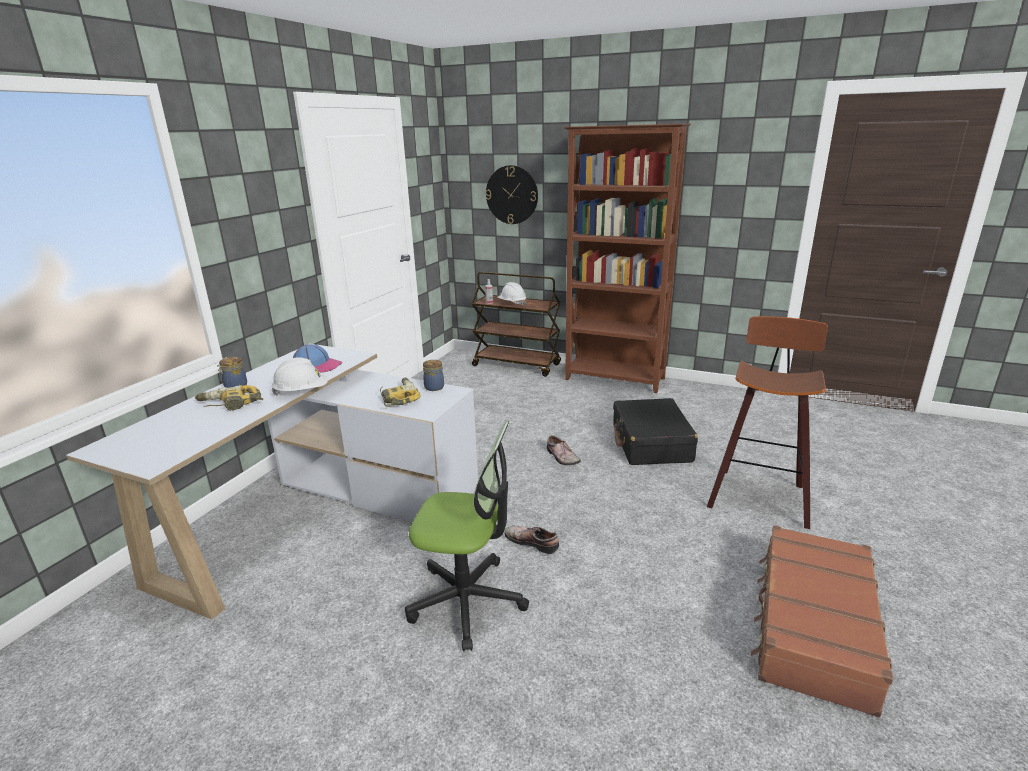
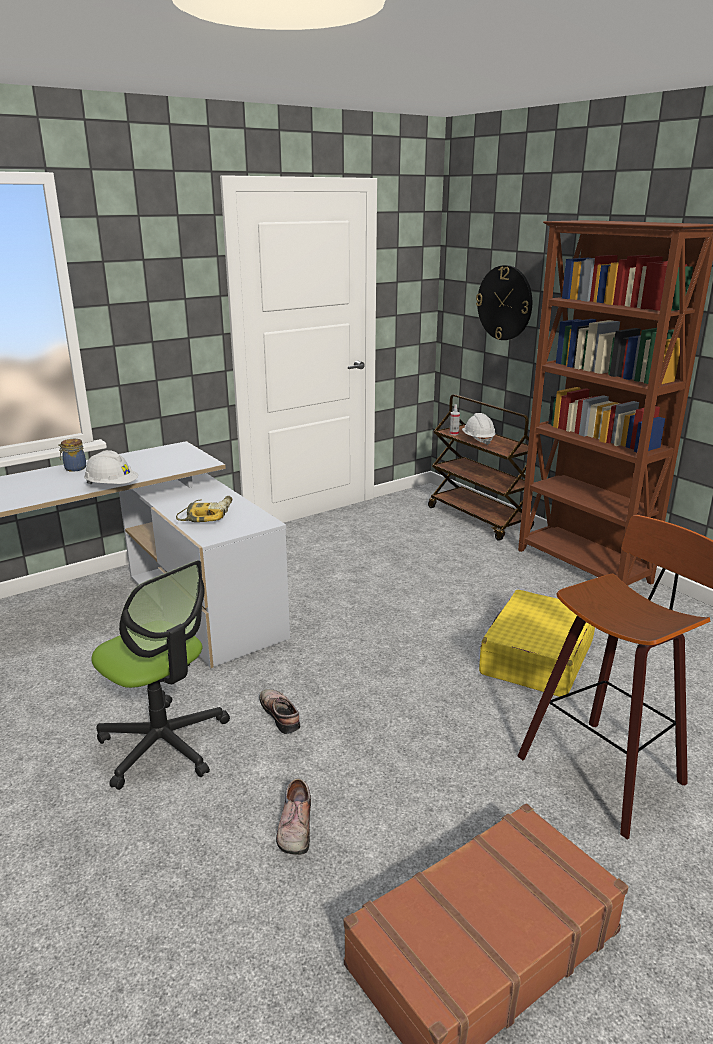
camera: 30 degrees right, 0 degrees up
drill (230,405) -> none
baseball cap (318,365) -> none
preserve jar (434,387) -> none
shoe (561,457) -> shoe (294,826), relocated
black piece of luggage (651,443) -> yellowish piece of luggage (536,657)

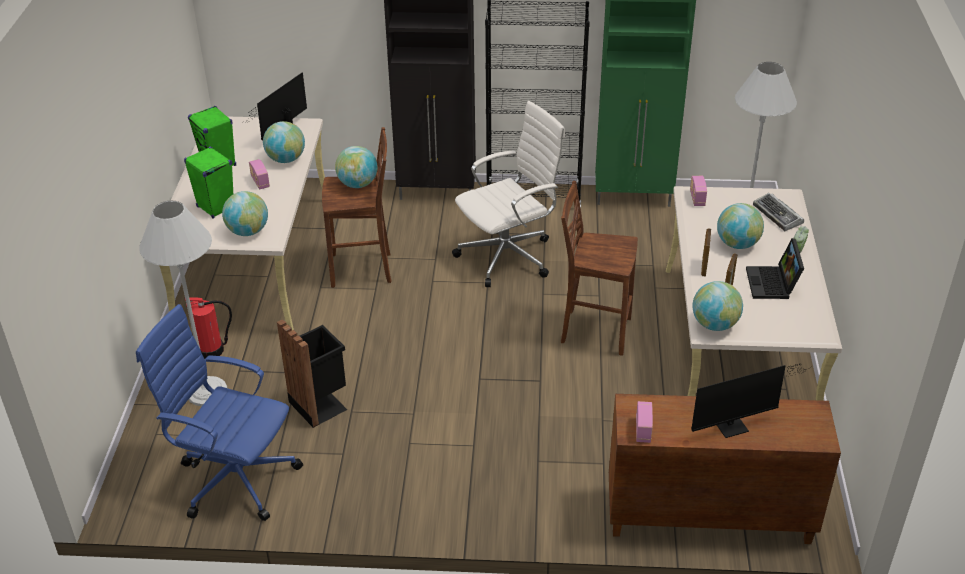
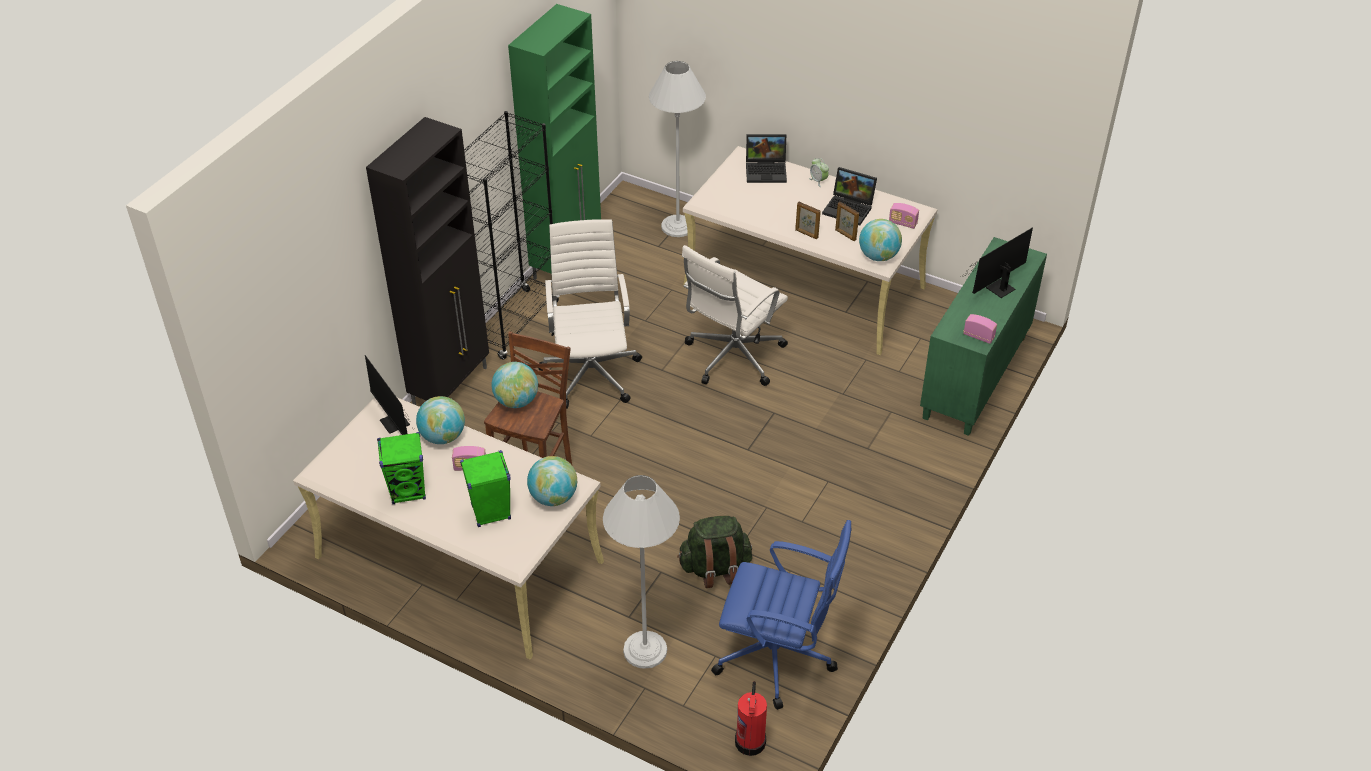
camera: 65 degrees left, 5 degrees up
blue-coloured computer chair (234,477) -> blue-coloured computer chair (778,657), 120 degrees counterclockwise
extinguisher (211,350) -> extinguisher (750,740), relocated
black trash can (320,404) -> green knapsack (715,568)
brown-coloured stool (594,330) -> whitish computer chair (732,357)
brown-coloured cupboard (707,517) -> green cupboard (975,378)
radio set (697,198) -> radio set (902,223), relocated
computer screen (736,425) -> computer screen (997,289), 135 degrees counterclockwise
desk globe (737,244) -> none
keyboard (778,215) -> portable computer (767,170)

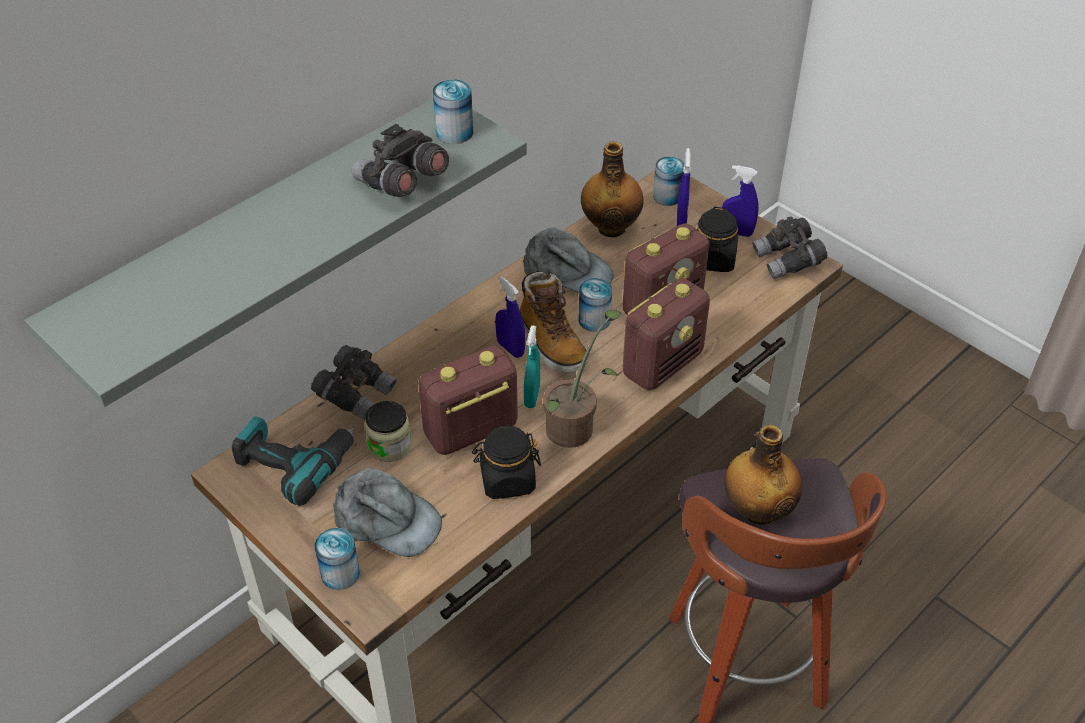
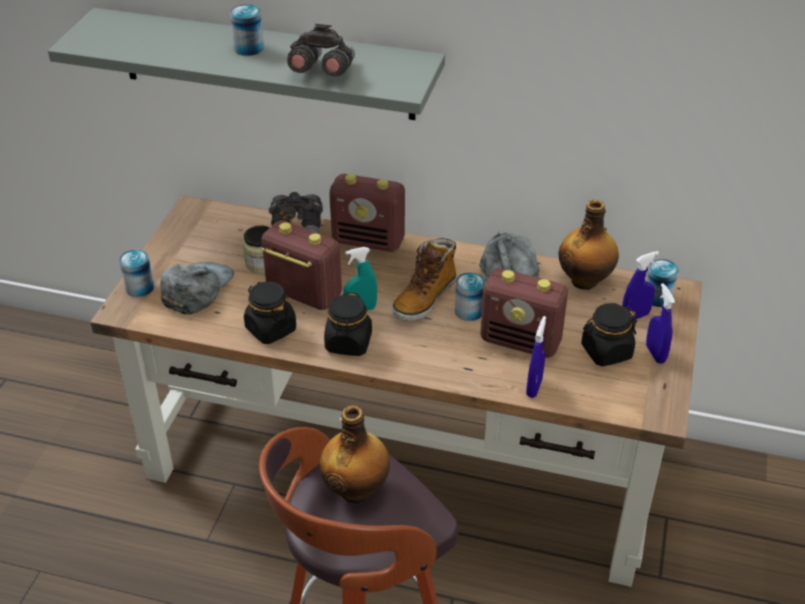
camera: 60 degrees right, 5 degrees down
drill (295,461) -> none
grey baseball cap (386,520) -> grey baseball cap (196,289), 150 degrees counterclockwise
metal can (454,132) -> metal can (248,48), relocated
blue-coloured hand sprayer (510,348) -> blue-coloured hand sprayer (534,387), relocated
potted plant (575,426) -> black preserve jar (348,343)
radio set (662,364) -> radio set (369,241), relocated
grey pair of binoculars (788,261) -> none

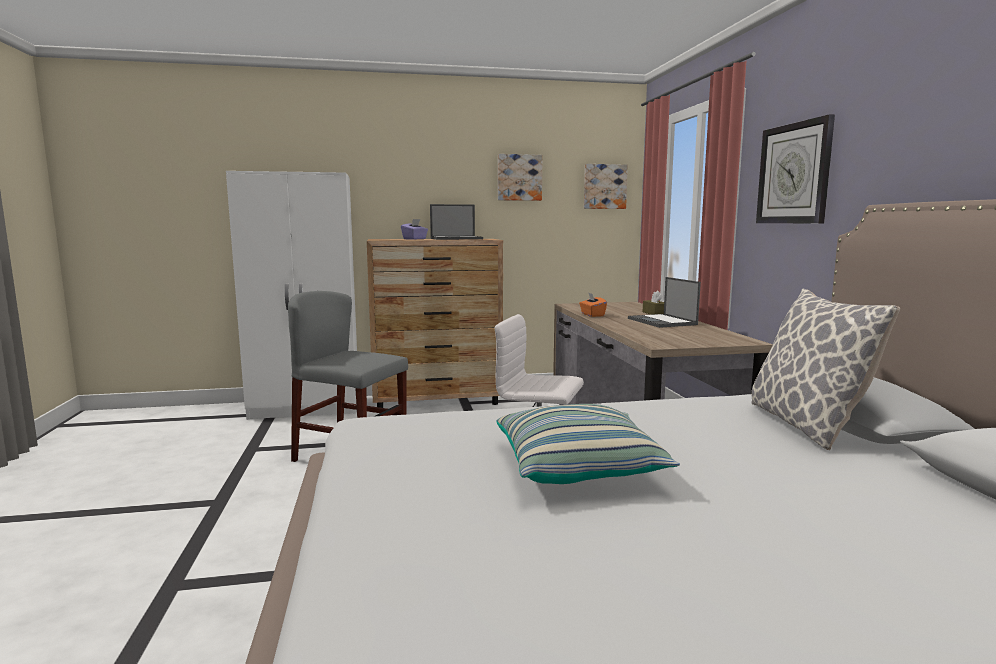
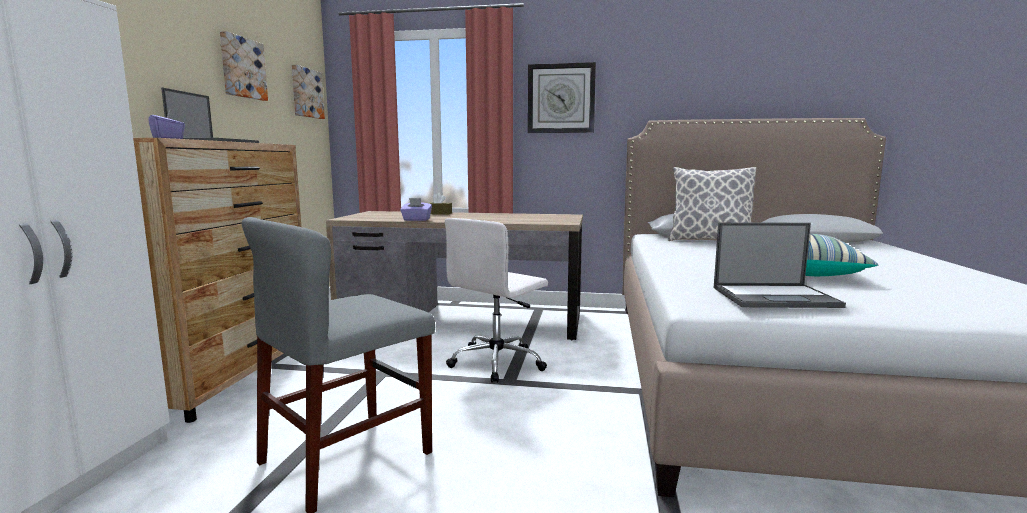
camera: 70 degrees left, 0 degrees up
orange tissue holder (592,315) -> purplish tissue holder (416,220)
portable computer (662,321) -> portable computer (775,297), relocated

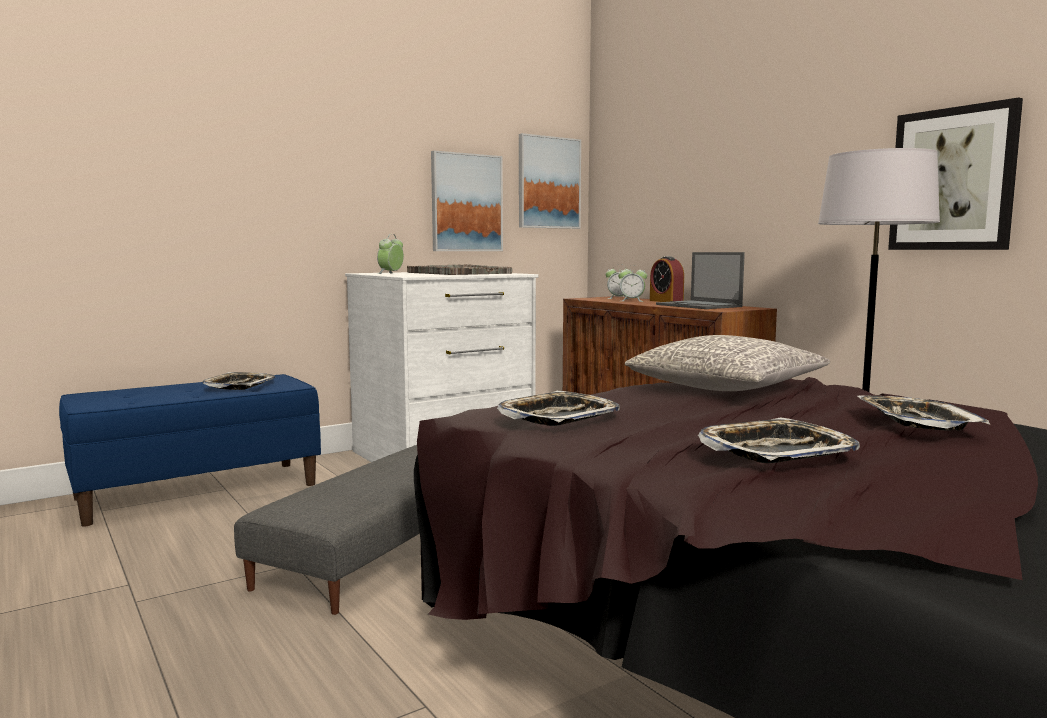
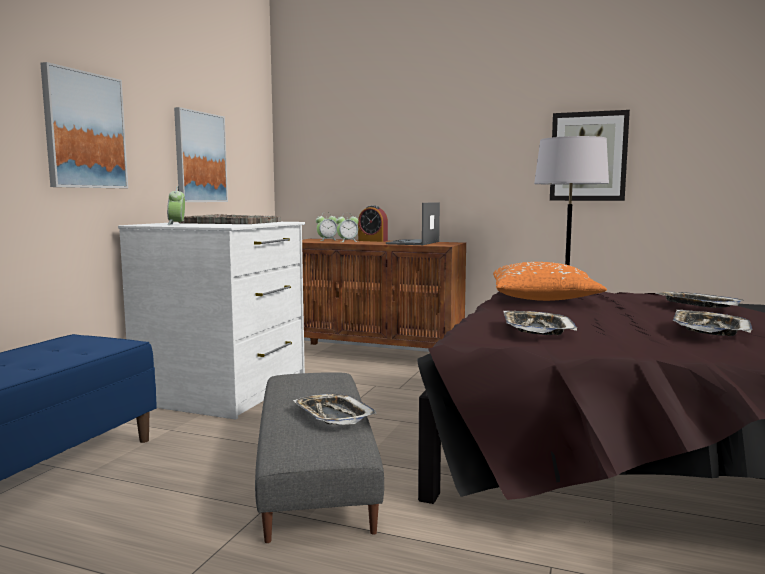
camera: 35 degrees left, 0 degrees up
serving tray (239,386) -> serving tray (333,415), relocated
wall picture (548,183) -> wall picture (84,130), relocated
grey cushion (726,388) -> orange cushion (543,299)
portable computer (699,306) -> portable computer (413,243), 90 degrees clockwise

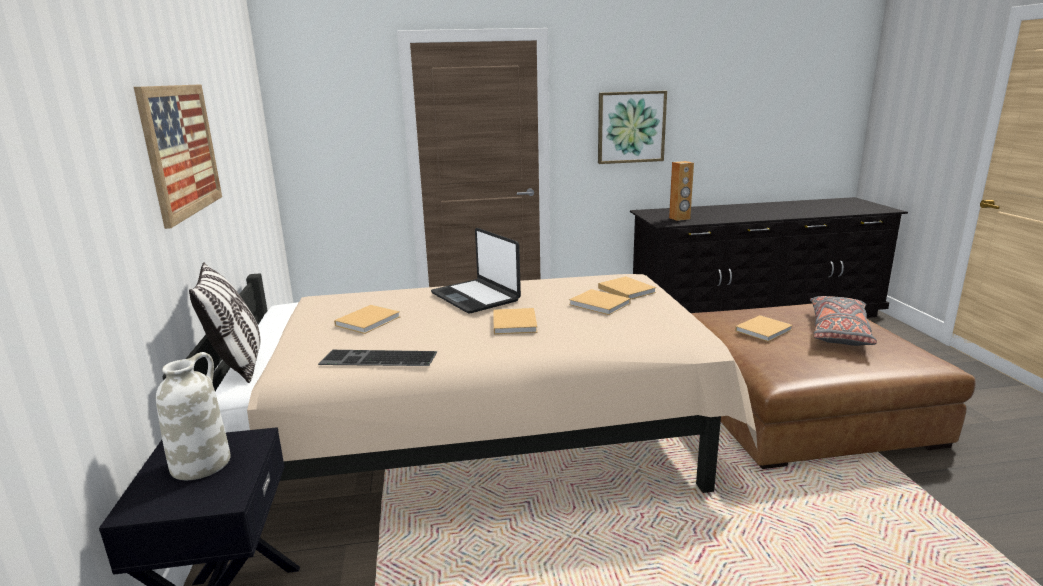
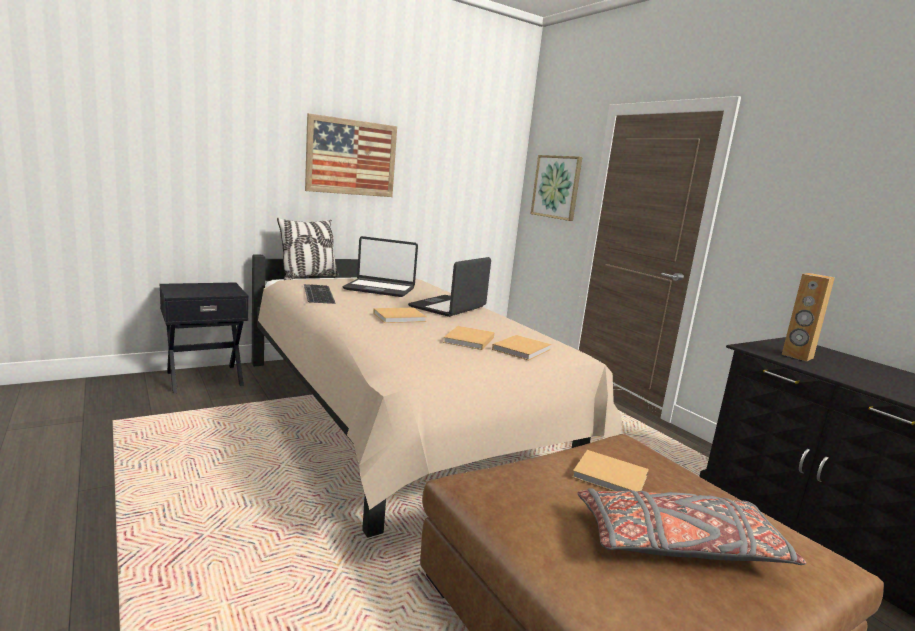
camera: 65 degrees right, 5 degrees down
whitish decorative vase (201,463) -> none
sand-coloured bound book (369,320) -> portable computer (379,289)
wall picture (631,127) -> wall picture (556,187), relocated

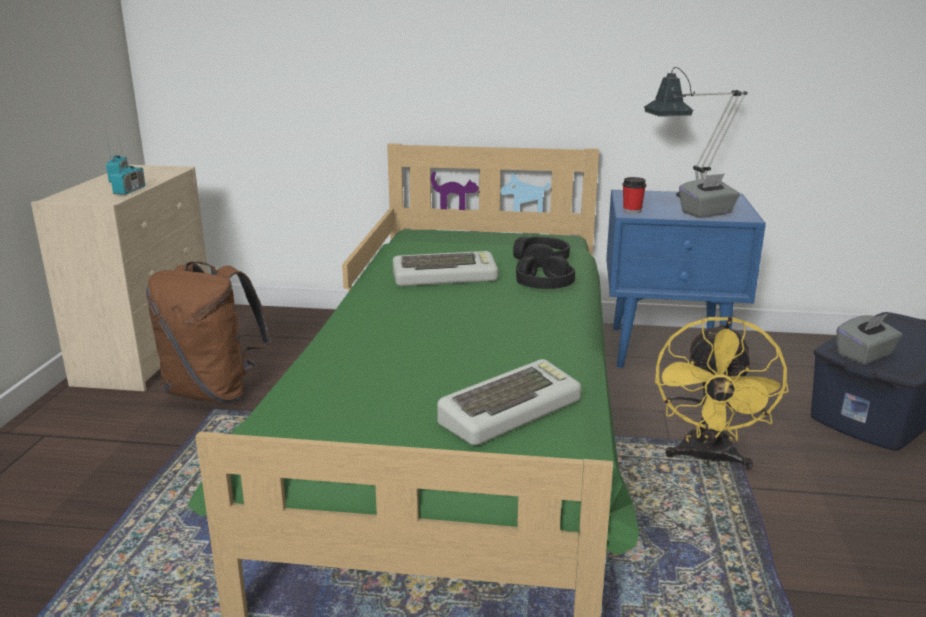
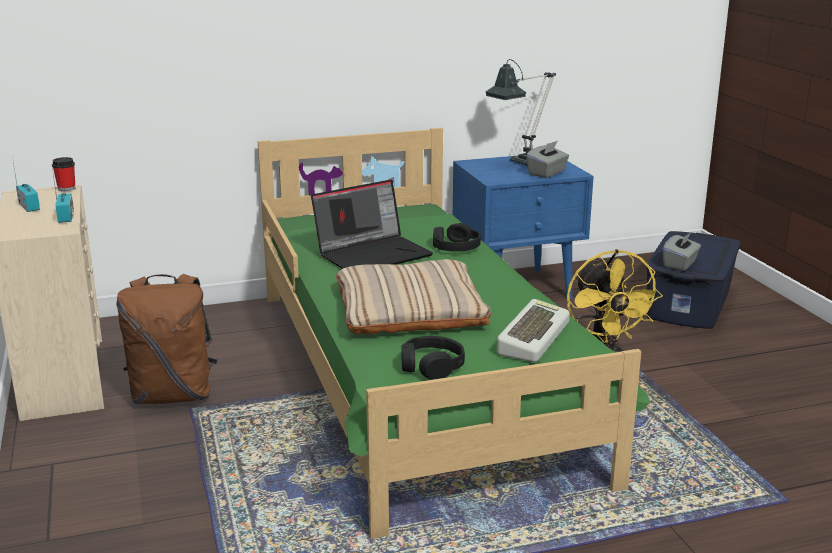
camera: 25 degrees left, 0 degrees up
keyboard (445,277) -> portable computer (373,254)
black headset (541,259) -> black headset (431,366), relocated
cup (632,211) -> cup (66,188), relocated
none -> sand-coloured cushion (410,309)

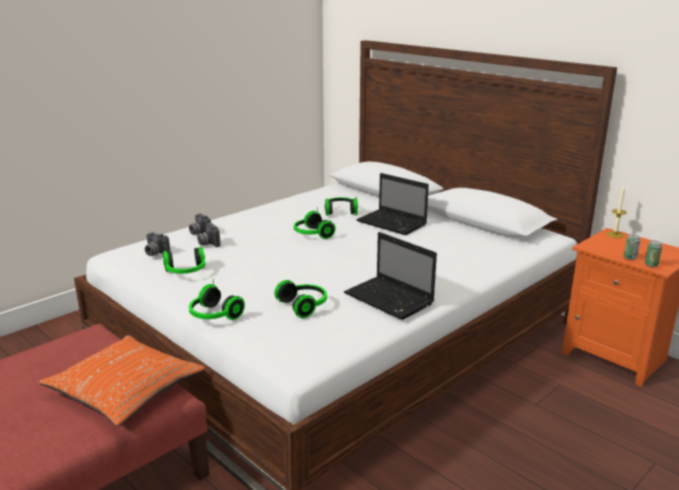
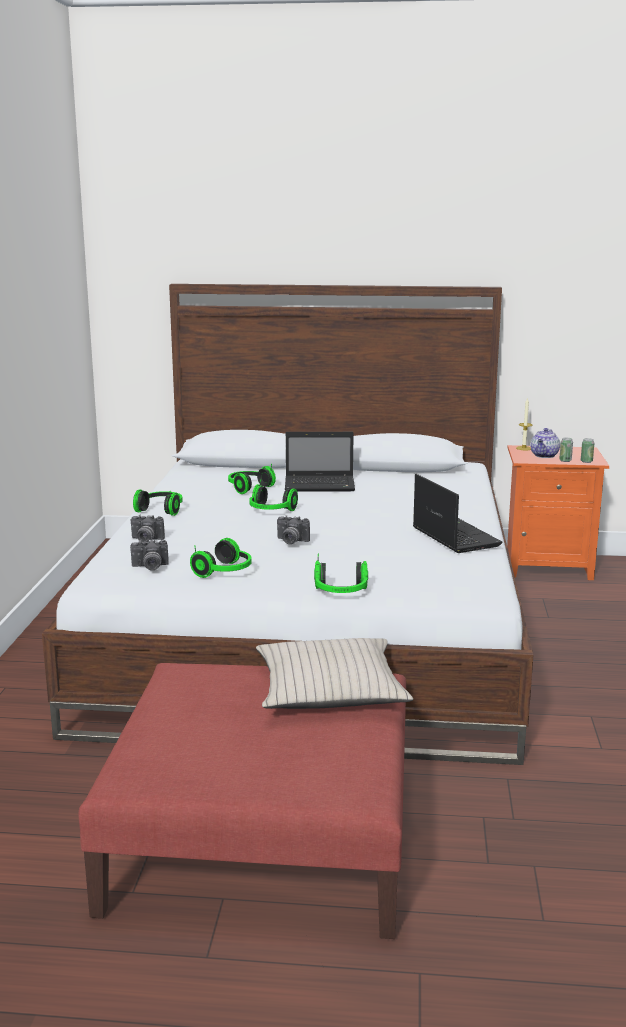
camera: 40 degrees left, 5 degrees down
orange cushion (125,390) -> sand-coloured cushion (329,690)
photo camera (208,243) -> photo camera (291,541), relocated
headset (304,306) -> headset (161,510), relocated
portable computer (390,299) -> portable computer (454,537), 120 degrees counterclockwise
none -> tea pot (544,456)

